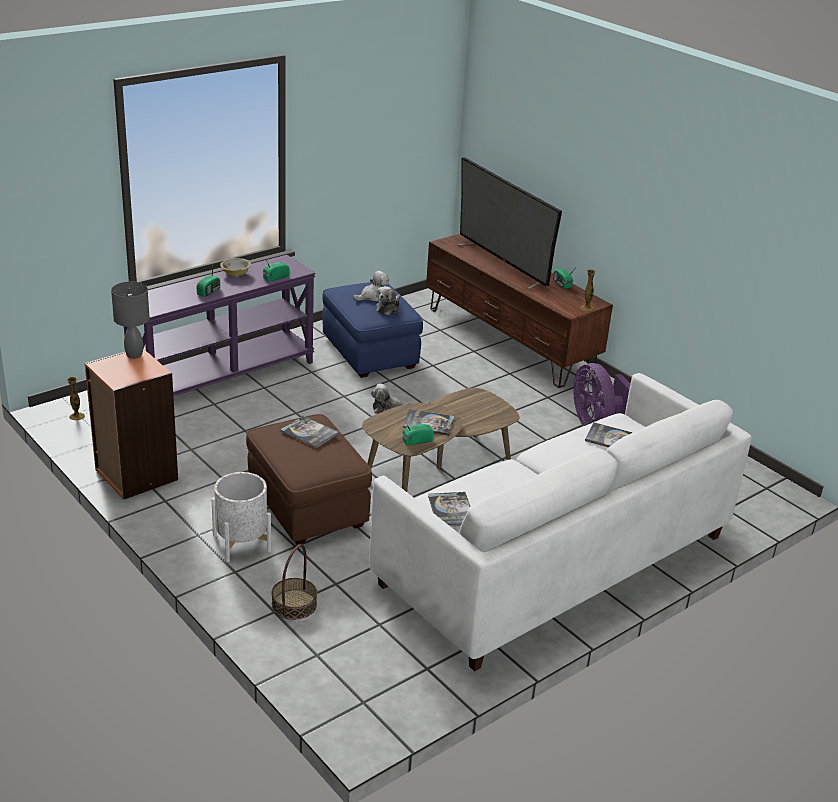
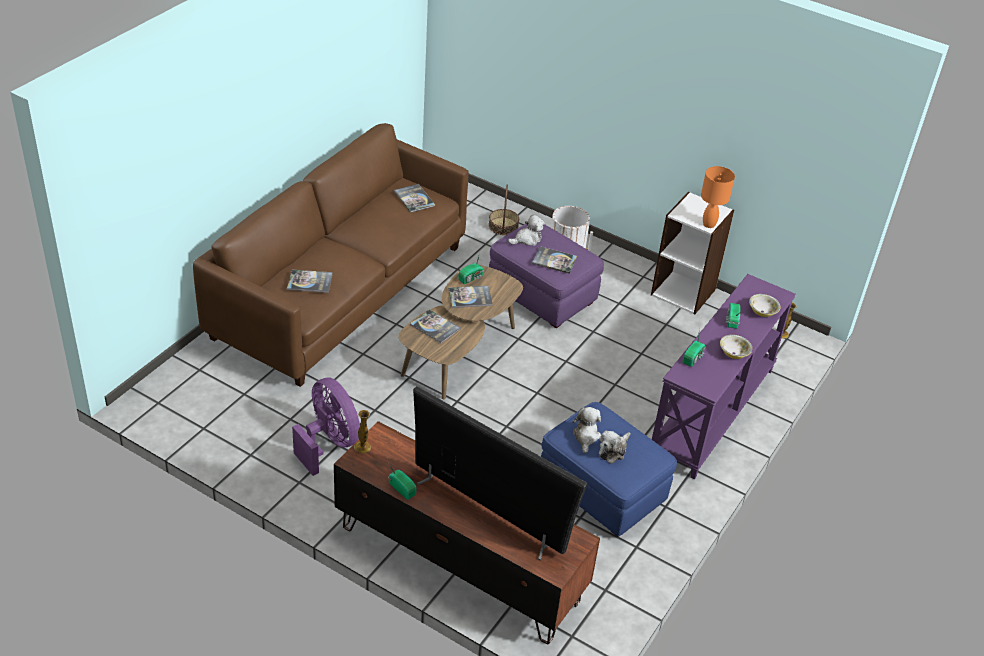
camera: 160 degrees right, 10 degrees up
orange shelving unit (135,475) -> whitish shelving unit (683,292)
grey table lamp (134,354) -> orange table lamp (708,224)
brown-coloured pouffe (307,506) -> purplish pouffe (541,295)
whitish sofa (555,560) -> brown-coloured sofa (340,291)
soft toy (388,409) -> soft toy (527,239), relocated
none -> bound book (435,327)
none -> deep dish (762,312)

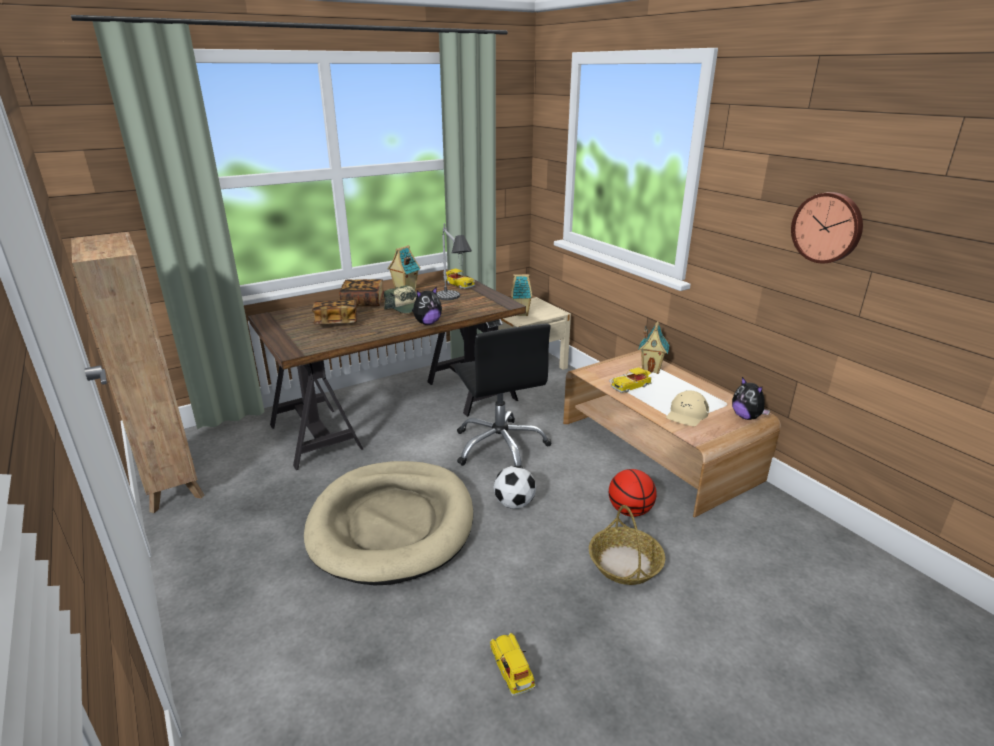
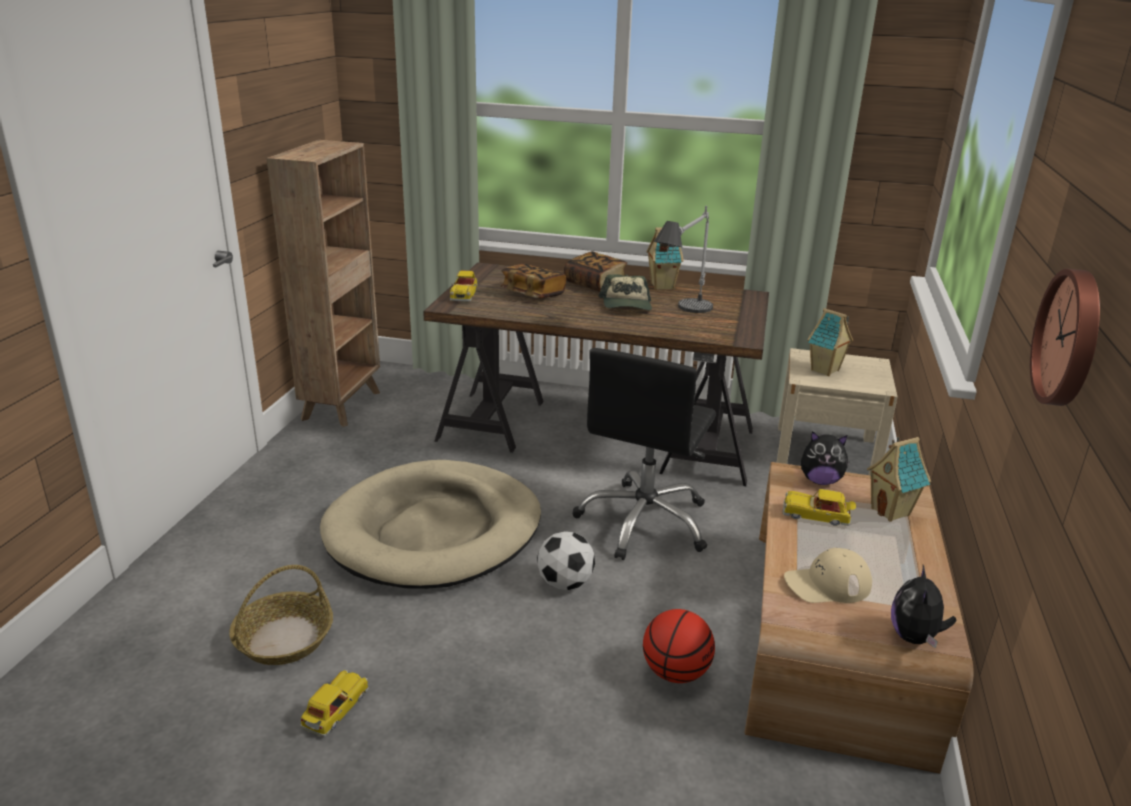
camera: 45 degrees right, 0 degrees up
soft toy (427,323) -> soft toy (820,481), relocated
toy car (458,285) -> toy car (464,294), relocated
basket (624,563) -> basket (284,638), relocated

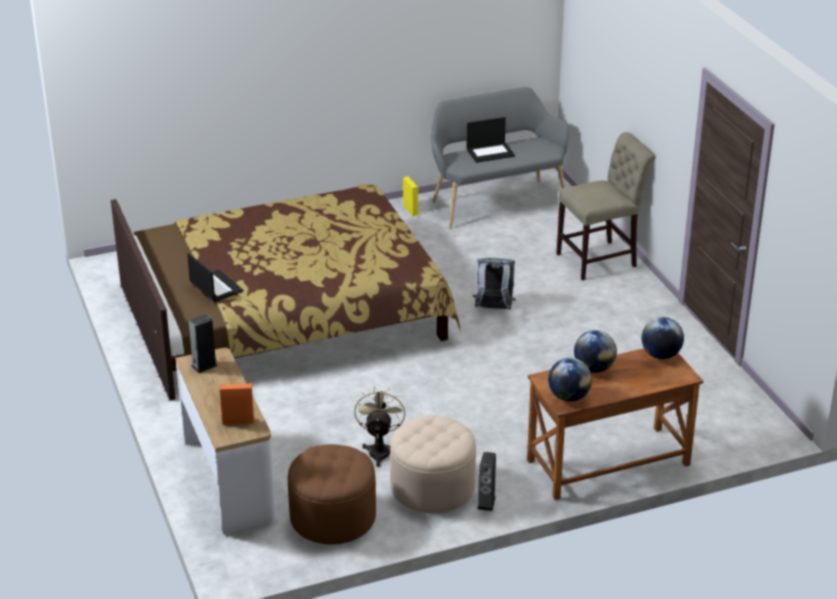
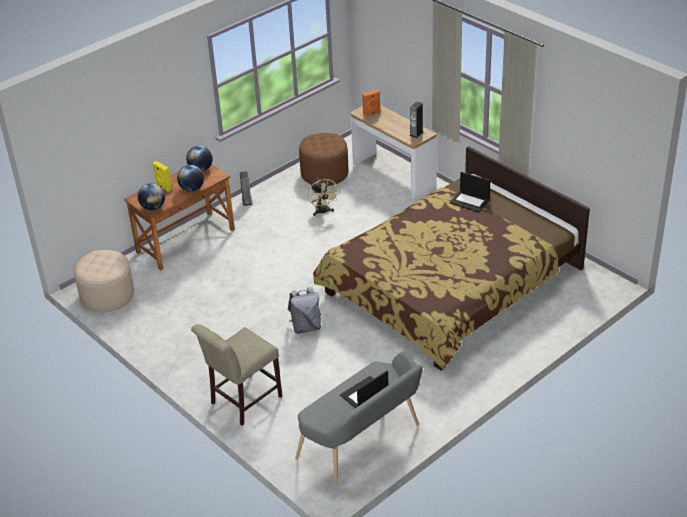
camera: 160 degrees right, 5 degrees up
sand-coloured pouffe (432,487) -> sand-coloured pouffe (107,295), relocated
yellowish loudspeaker (411,210) -> yellowish loudspeaker (163,187), relocated

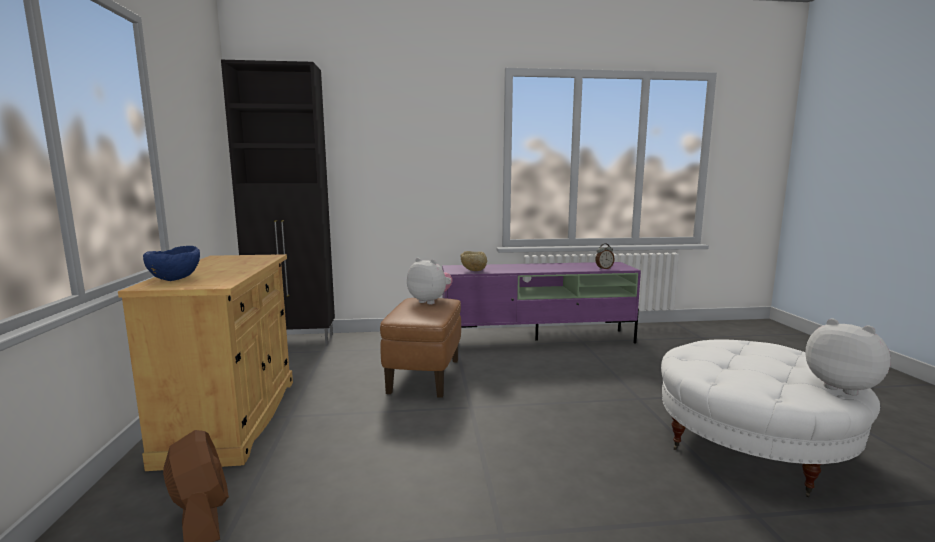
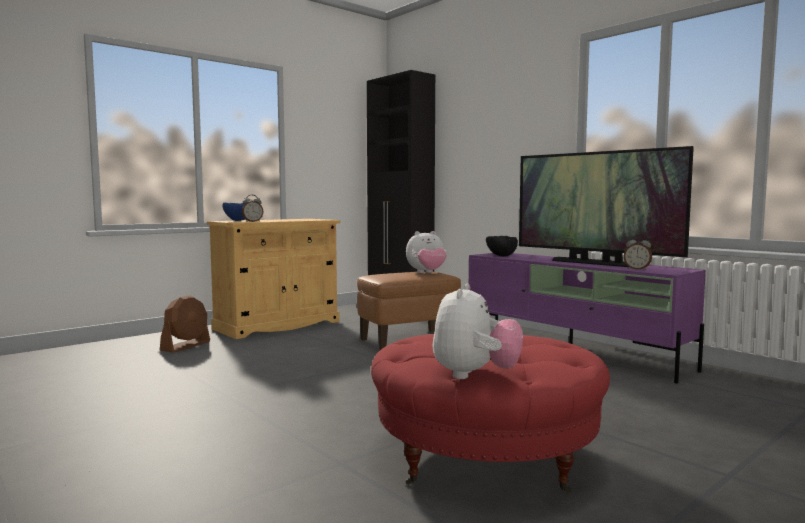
camera: 55 degrees right, 5 degrees down
soft toy (430,301) -> soft toy (426,273), 75 degrees clockwise
sand-coloured deep dish (473,271) -> black deep dish (501,256)
whitish pouffe (750,445) -> red-coloured pouffe (485,455)
none -> bedside clock (252,221)
none -> television (595,263)

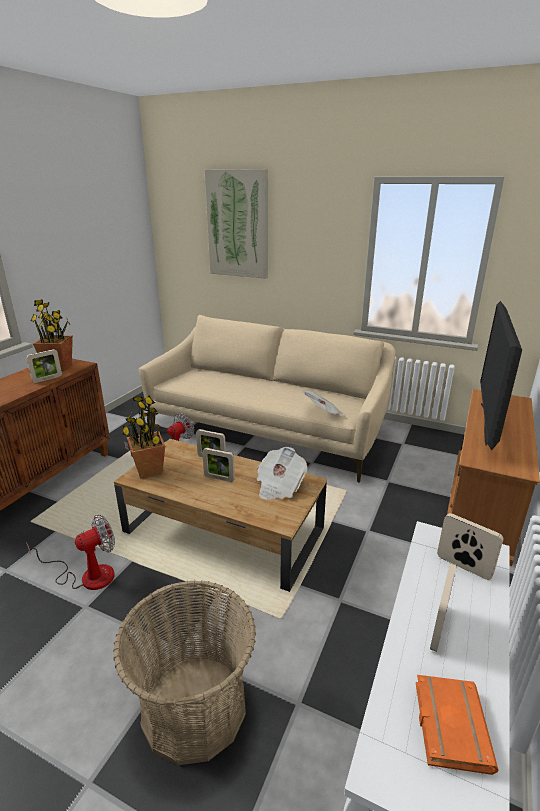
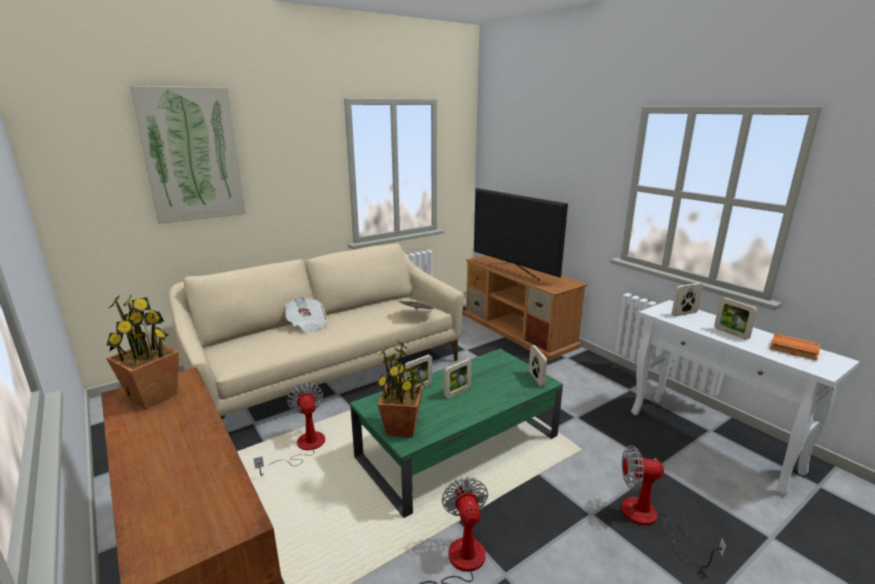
camera: 60 degrees left, 5 degrees down
standing frame (47,379) -> standing frame (536,379), relocated
basket (194,707) -> cooling fan (650,521)
brown-coloured low table (224,531) -> green low table (460,446)
newspaper (279,486) -> newspaper (307,325), relocated

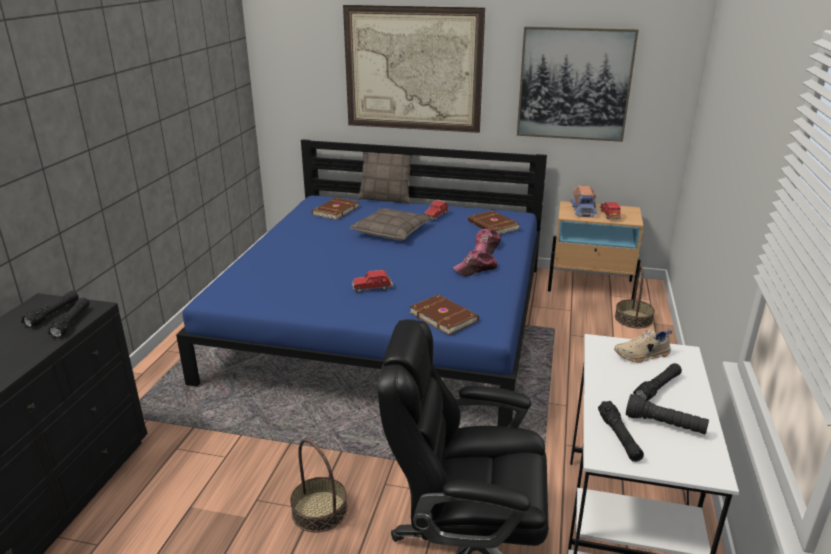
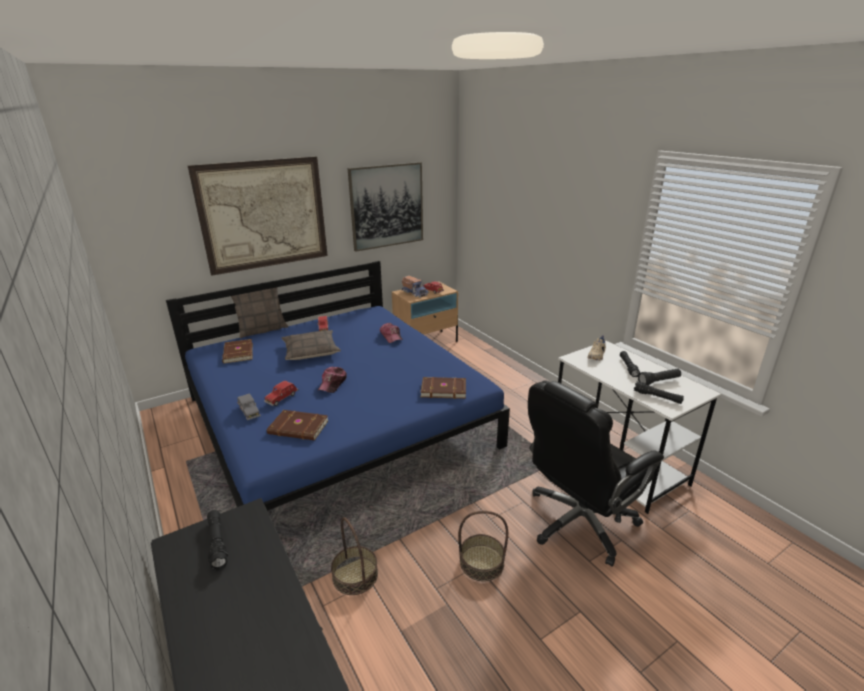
camera: 45 degrees left, 0 degrees up
black torch (71,322) -> none
red-coloured toy car (372,288) -> red-coloured toy car (282,398), relocated
baseball cap (475,269) -> baseball cap (333,383), relocated
brown-coloured bound book (492,225) -> brown-coloured bound book (298,428), relocated
basket (633,319) -> basket (355,575), relocated
none -> grey toy car (249,412)

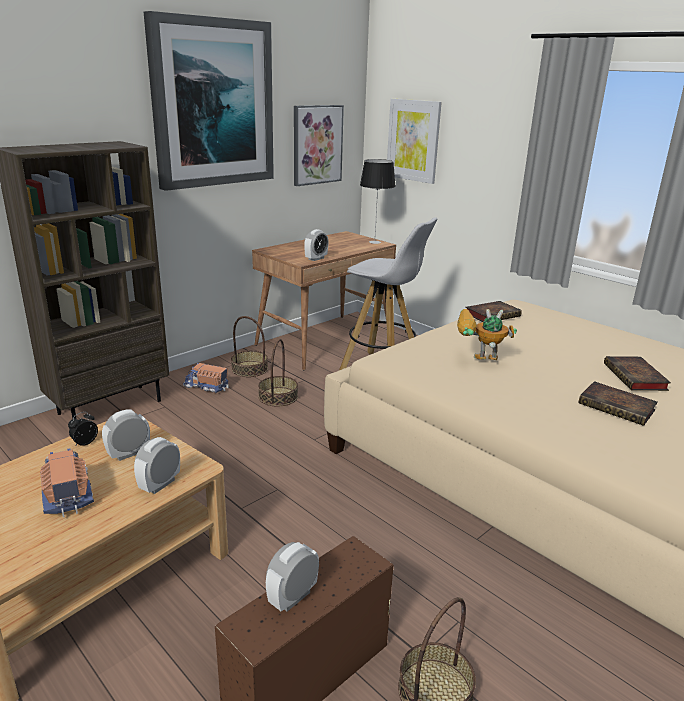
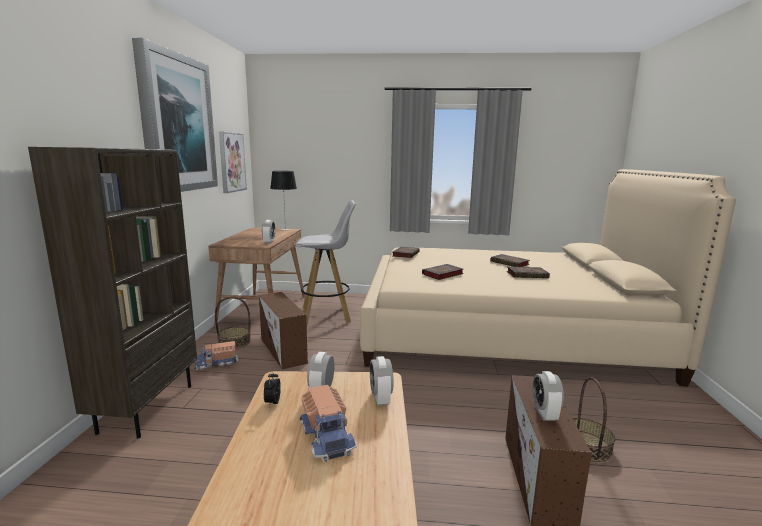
camera: 40 degrees left, 10 degrees down
model truck (66,494) -> model truck (328,436), 135 degrees counterclockwise
basket (278,397) -> brown-coloured storage box (283,351)
wall picture (413,140) -> none
robot figure (476,362) -> bound book (442,274)

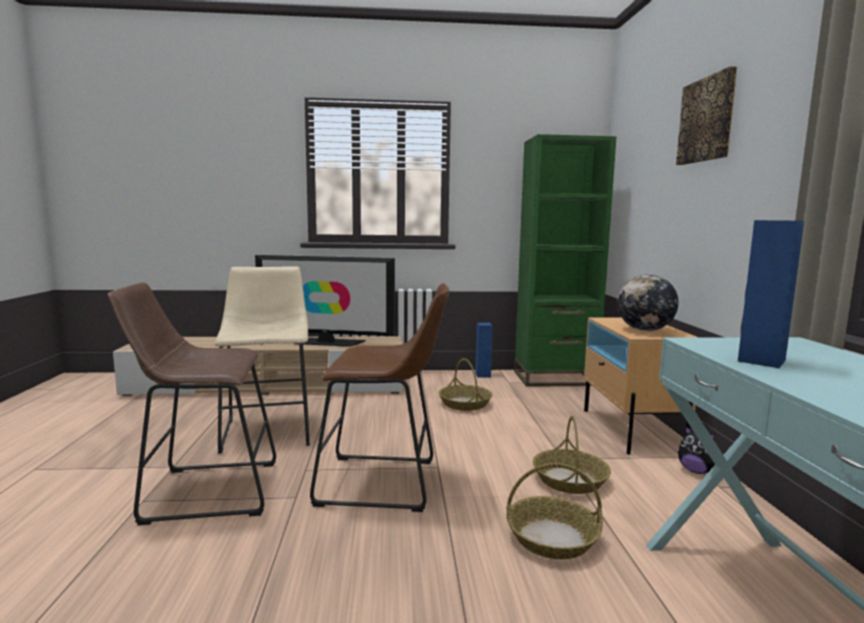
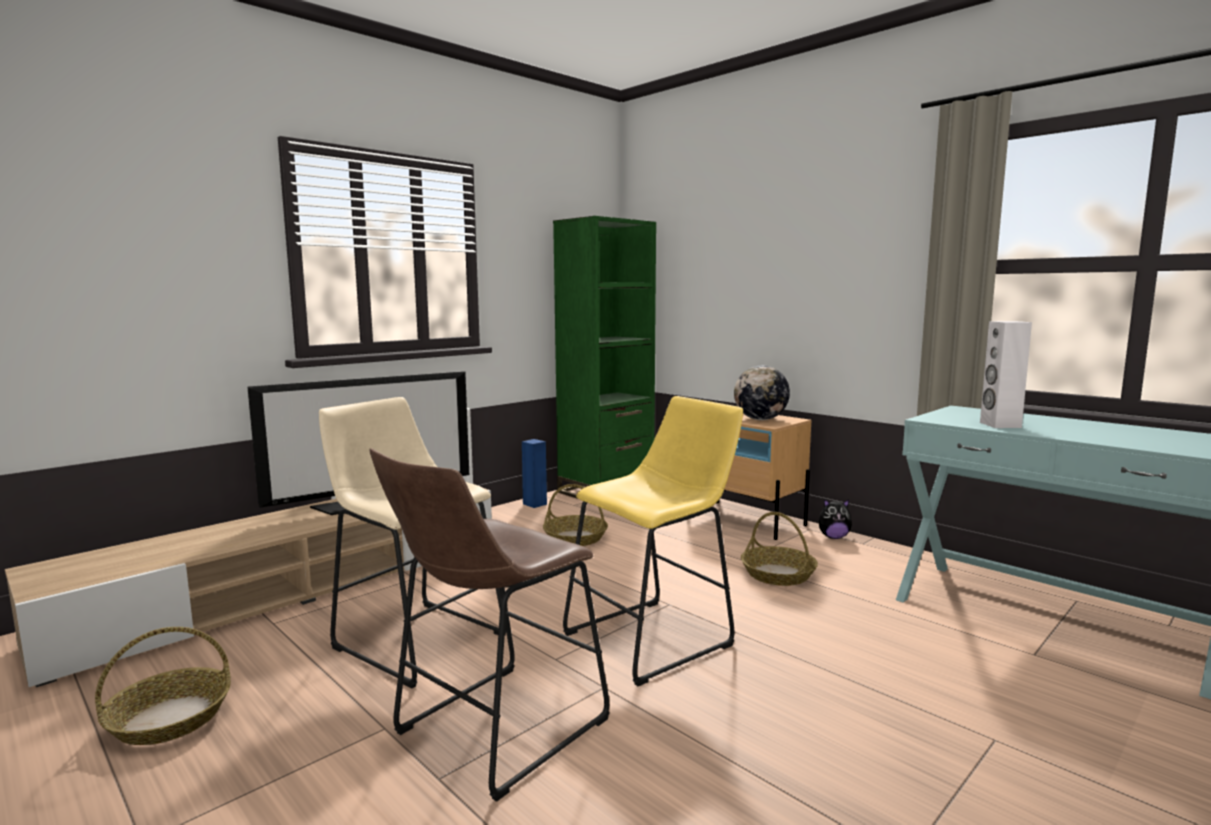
camera: 40 degrees left, 0 degrees up
brown-coloured stool (385,483) -> yellowish stool (656,637)
basket (552,537) -> basket (170,718), relocated
wall picture (707,120) -> none
blue-coloured loudspeaker (760,360) -> whitish loudspeaker (999,425)

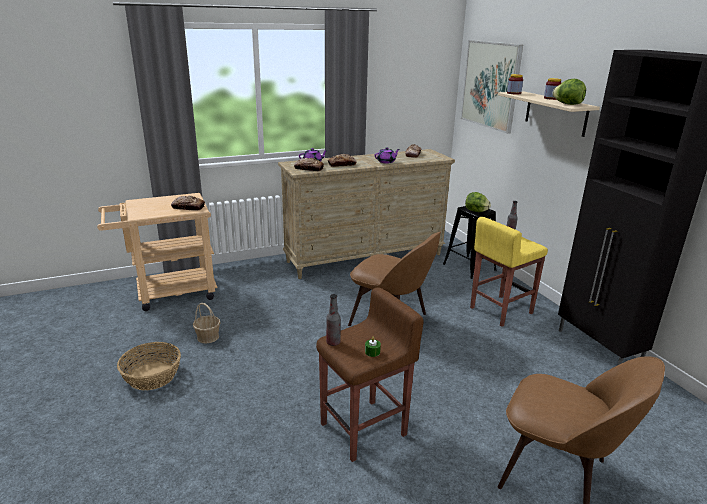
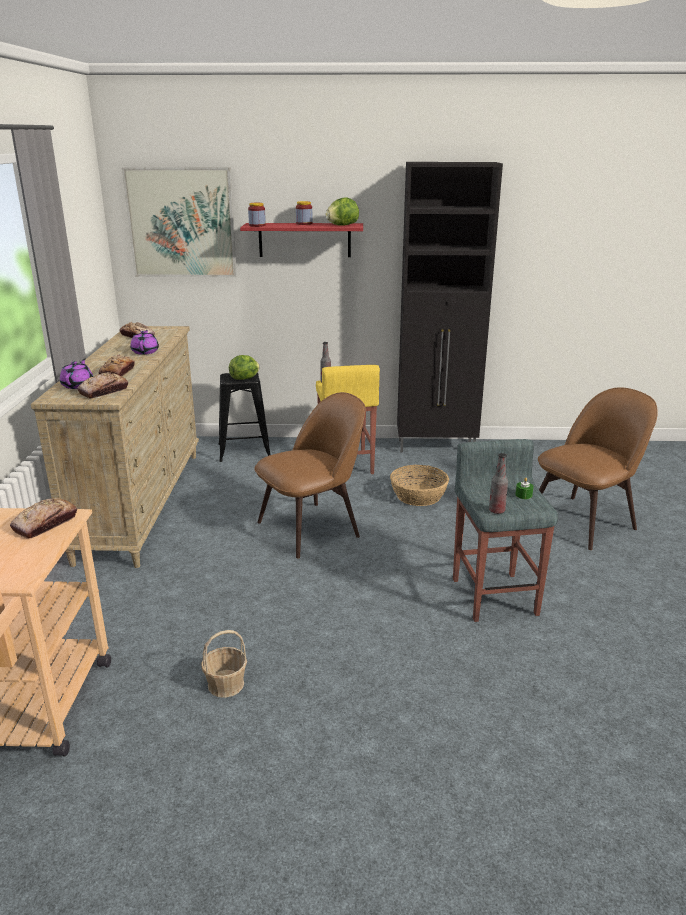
camera: 65 degrees left, 0 degrees up
basket (152,376) -> basket (418,495), relocated
brown-coloured stool (364,429) -> grey stool (494,595)
sand-coloured shelf (555,113) -> red-coloured shelf (304,240)

